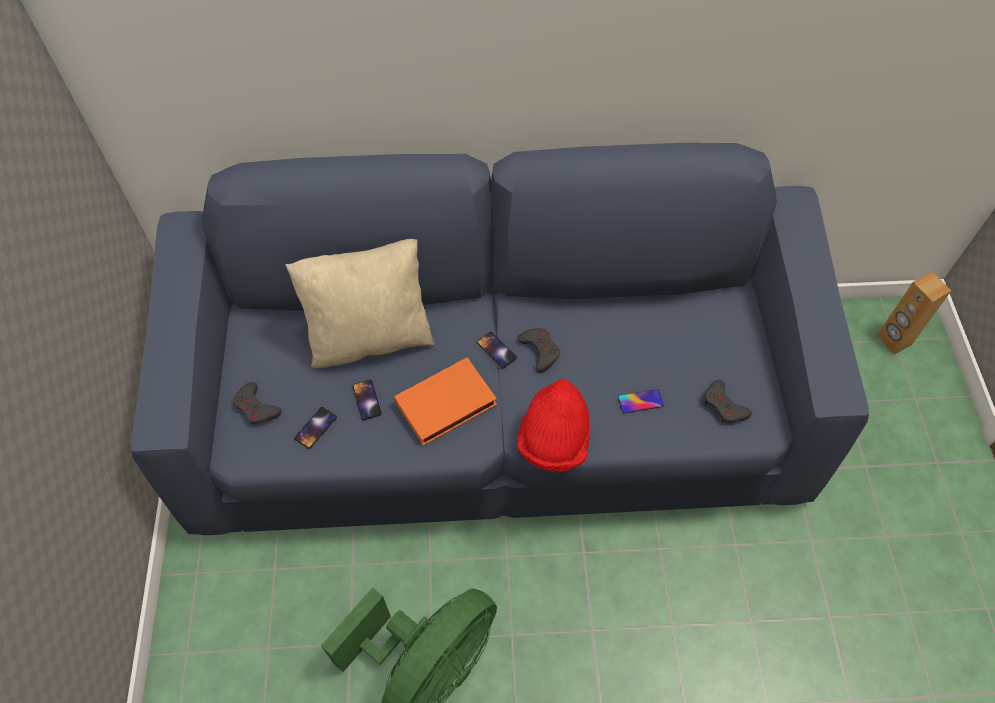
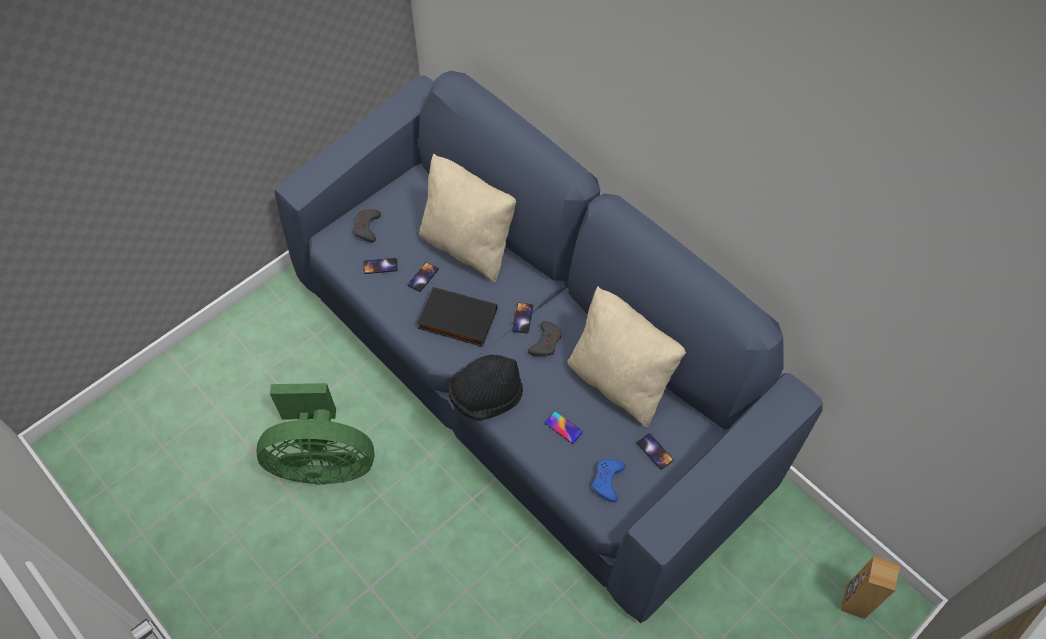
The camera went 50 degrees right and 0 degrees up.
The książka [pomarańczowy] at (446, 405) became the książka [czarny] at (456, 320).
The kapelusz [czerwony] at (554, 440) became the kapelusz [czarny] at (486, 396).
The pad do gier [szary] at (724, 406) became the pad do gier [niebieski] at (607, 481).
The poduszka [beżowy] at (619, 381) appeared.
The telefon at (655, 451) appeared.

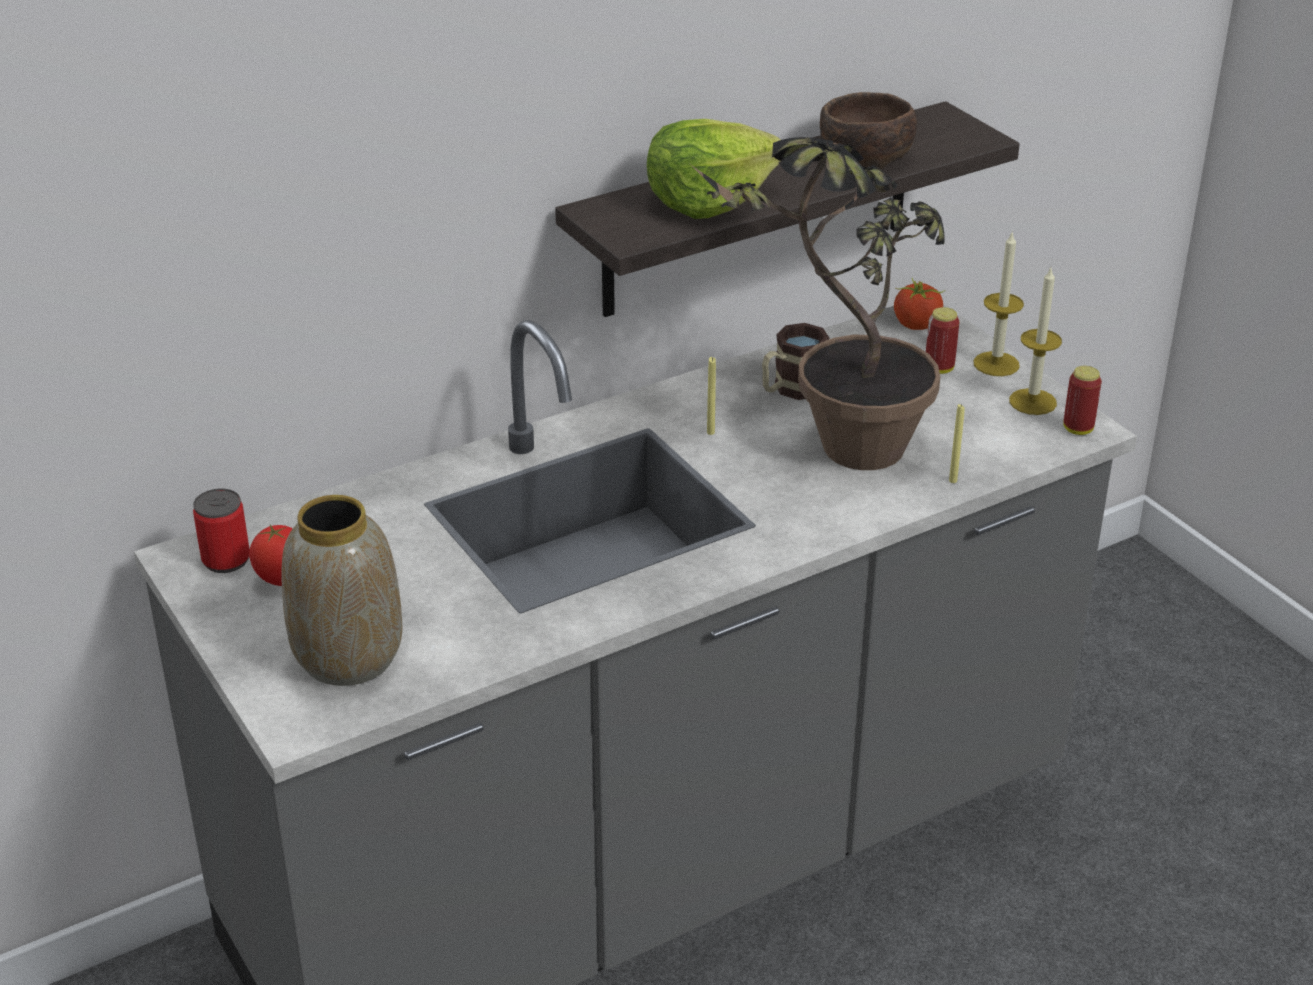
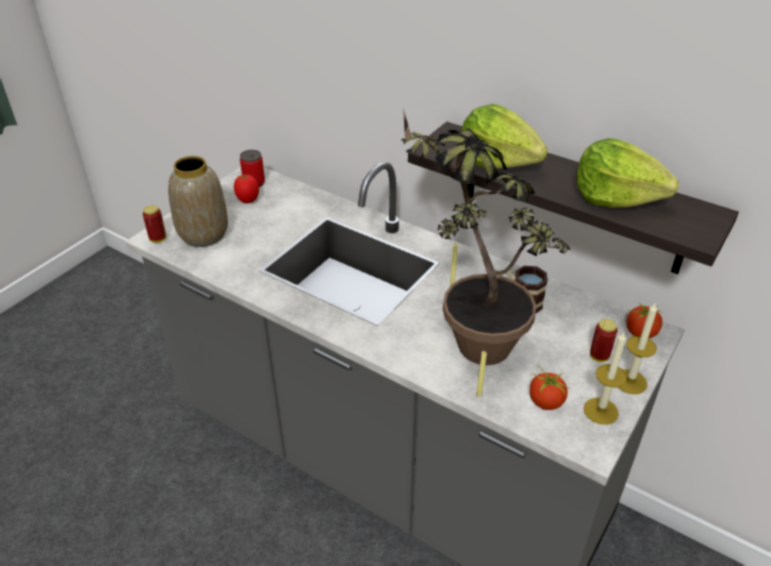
The camera went 65 degrees right and 5 degrees up.
The miska [brązowy] at (863, 155) was replaced by the sałata at (616, 197).
The puszka moved from (1078, 429) to (158, 239).
The pomidor at (545, 402) appeared.

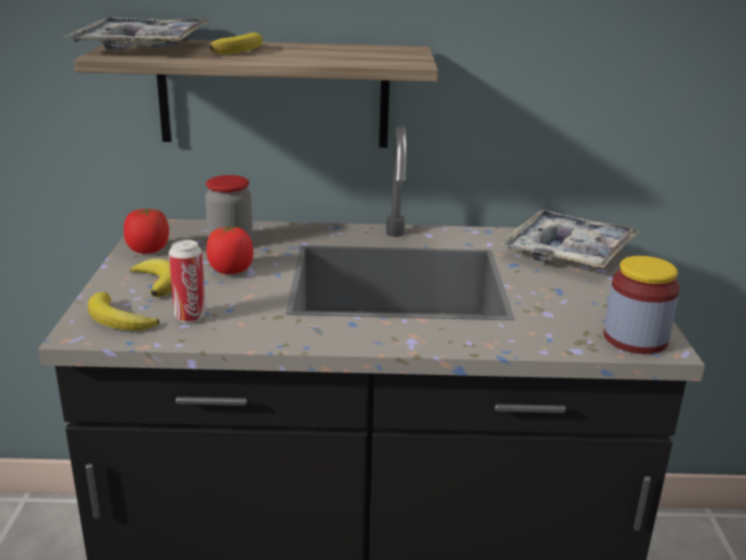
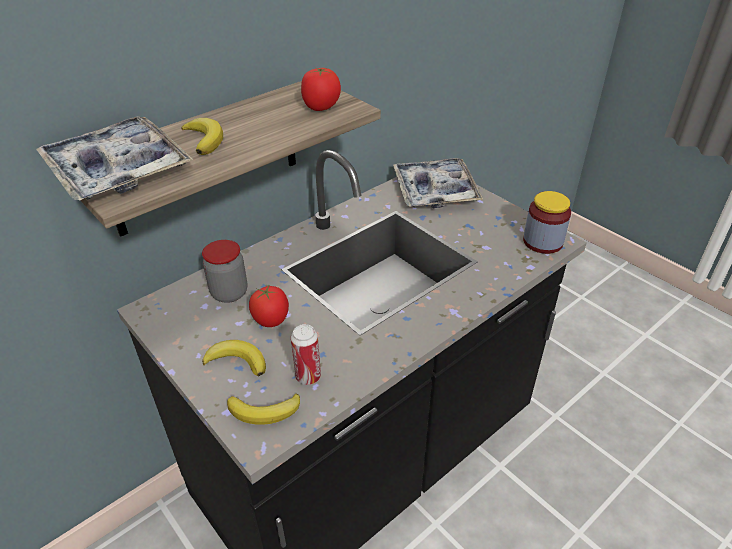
The camera went 40 degrees left and 15 degrees up.
The pomidor moved from (148, 250) to (321, 107).

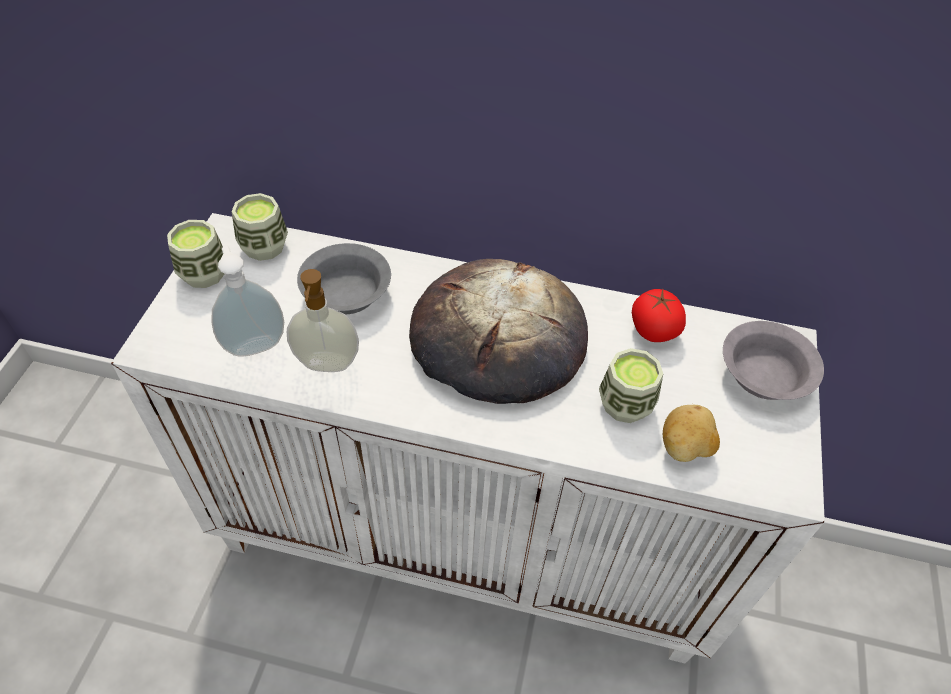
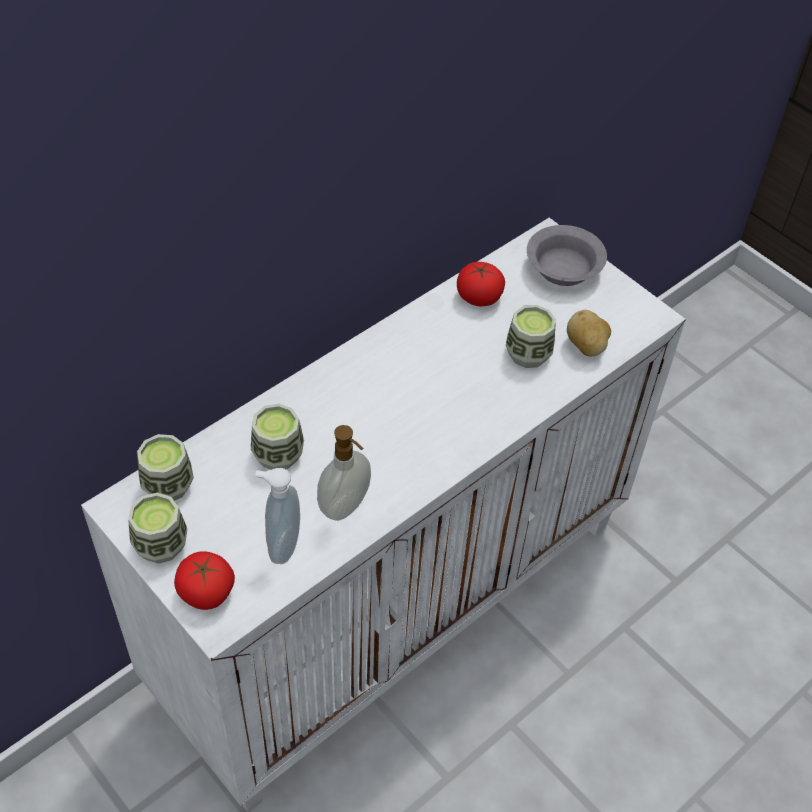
The camera went 55 degrees left and 0 degrees up.
The miska [szary] at (347, 292) was replaced by the filiżanka at (278, 454).
The chleb at (497, 338) disappeared.
The pomidor at (206, 592) appeared.

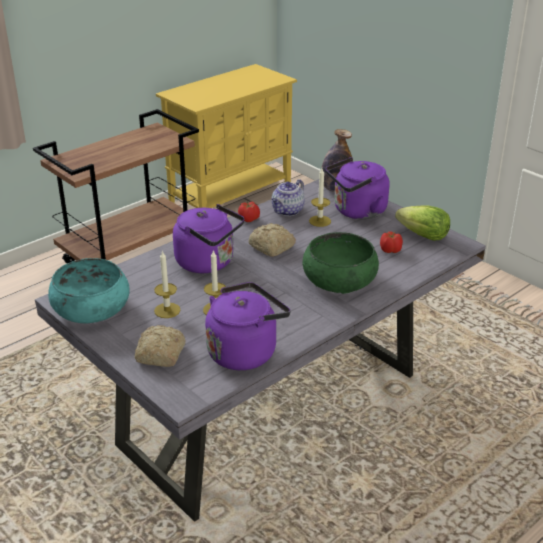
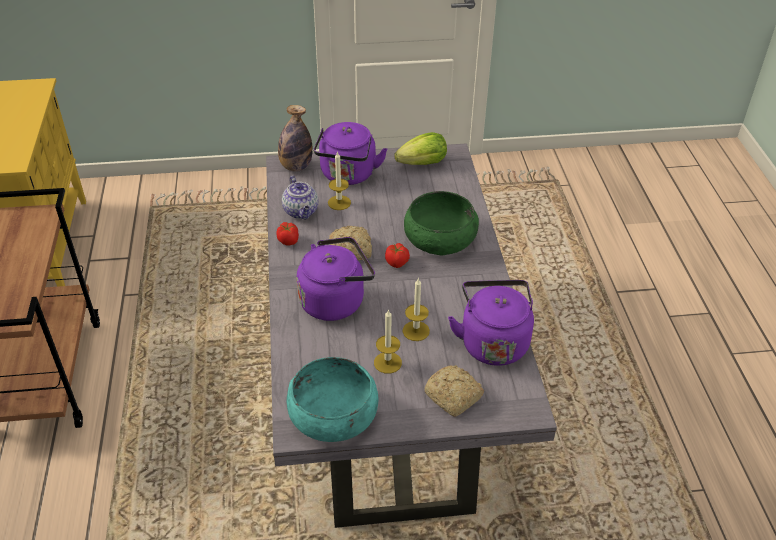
The camera went 55 degrees left and 10 degrees up.
The pomidor moved from (391, 250) to (397, 263).

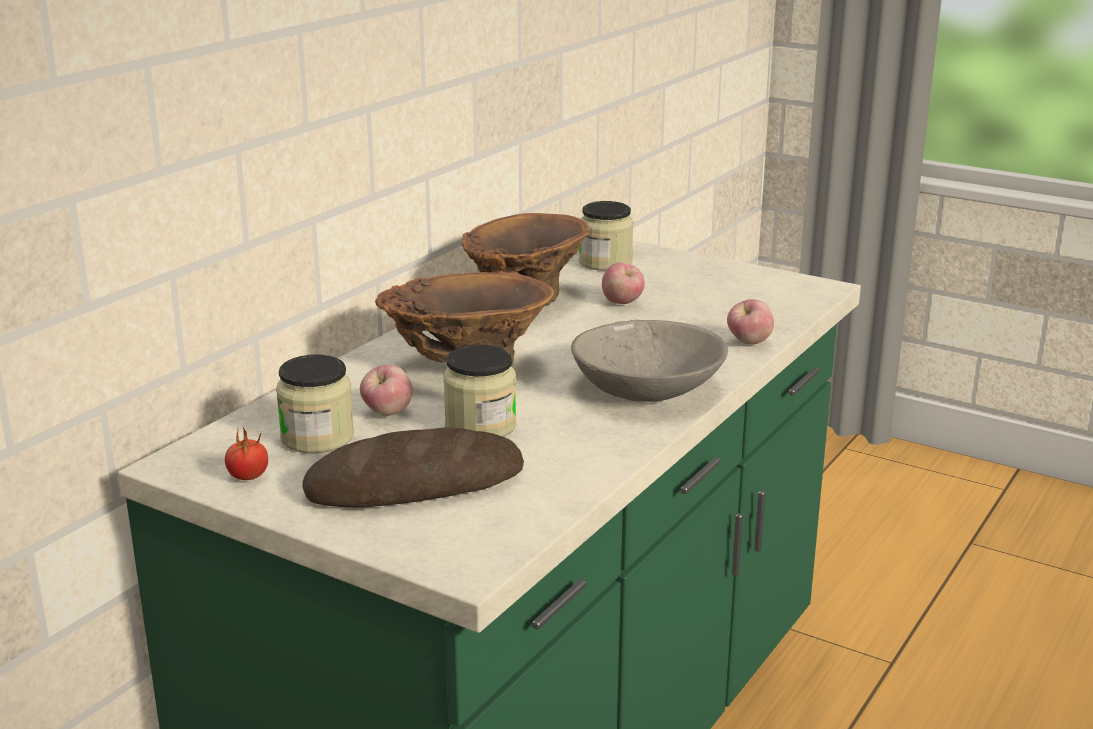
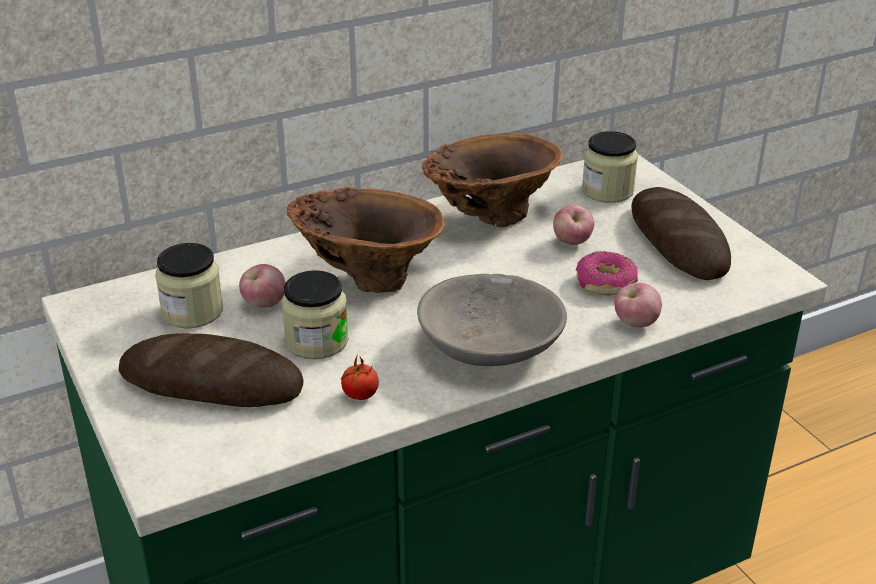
The camera went 30 degrees right and 10 degrees up.
The pomidor moved from (248, 477) to (360, 395).
The donut at (606, 283) appeared.
The chleb at (678, 241) appeared.

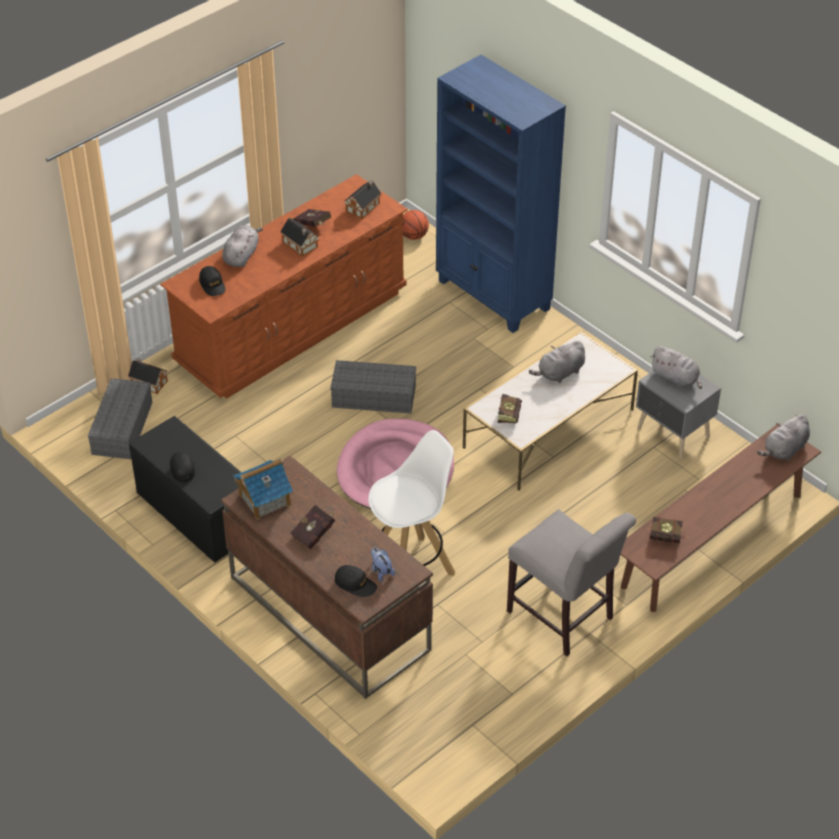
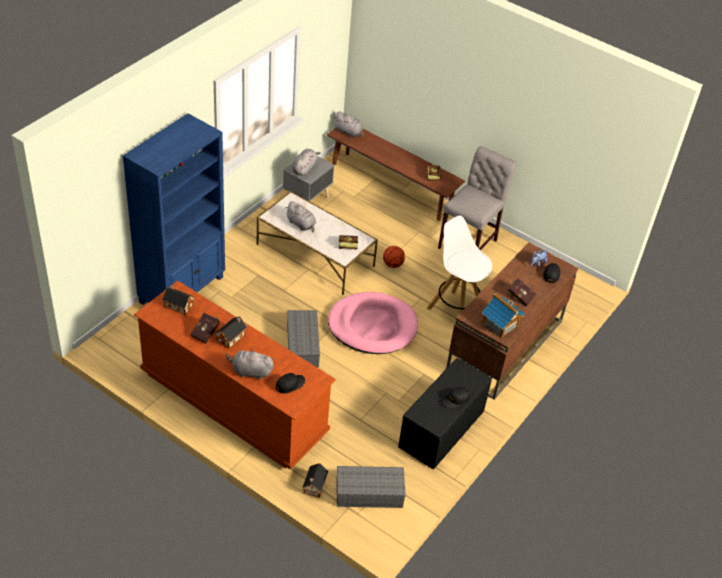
The camera went 105 degrees left and 0 degrees up.
The piłka do koszykówki moved from (414, 236) to (392, 264).

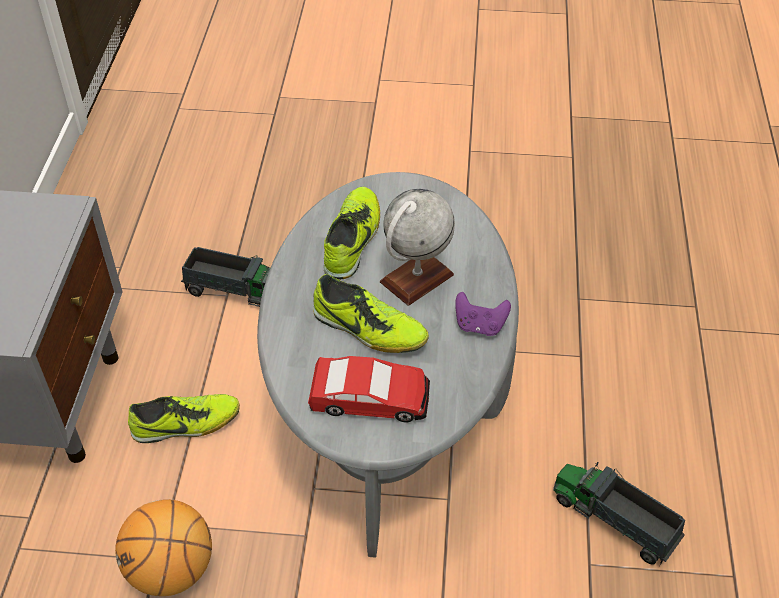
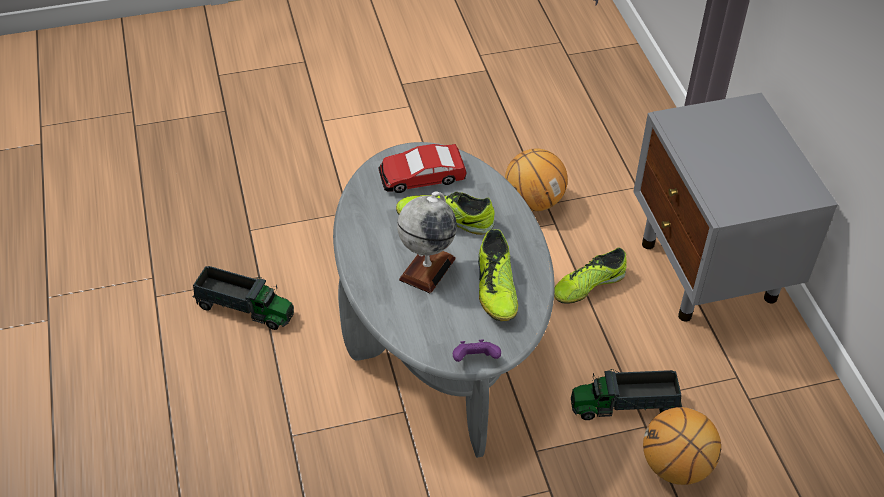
The camera went 160 degrees right and 0 degrees up.
The pad do gier [fioletowy] moved from (479, 326) to (475, 360).
The piłka do koszykówki at (675, 466) appeared.

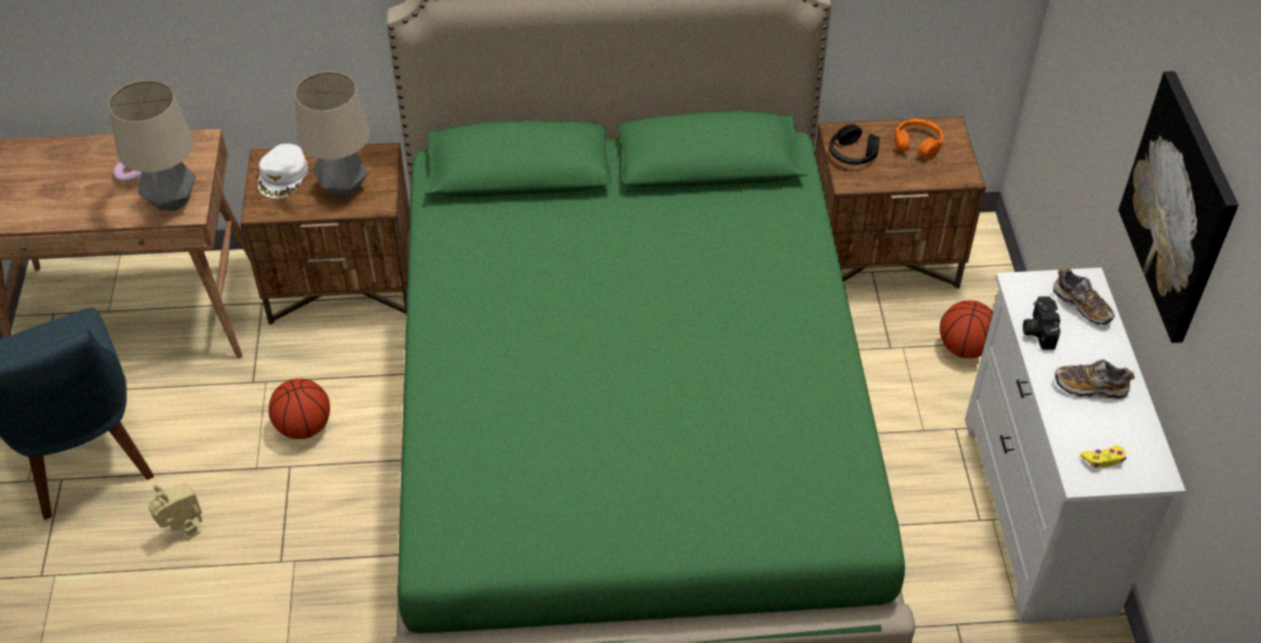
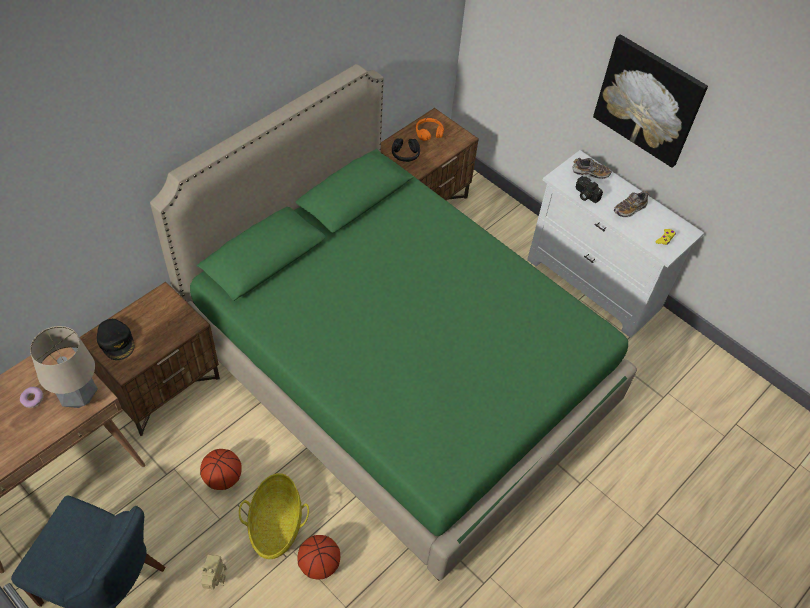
The camera went 45 degrees left and 5 degrees up.
The czapka z daszkiem [biały] at (283, 176) became the czapka z daszkiem [czarny] at (116, 341).
The lampa stołowa at (343, 187) disappeared.
The piłka do koszykówki moved from (964, 348) to (319, 565).
The koszyk at (276, 525) appeared.

